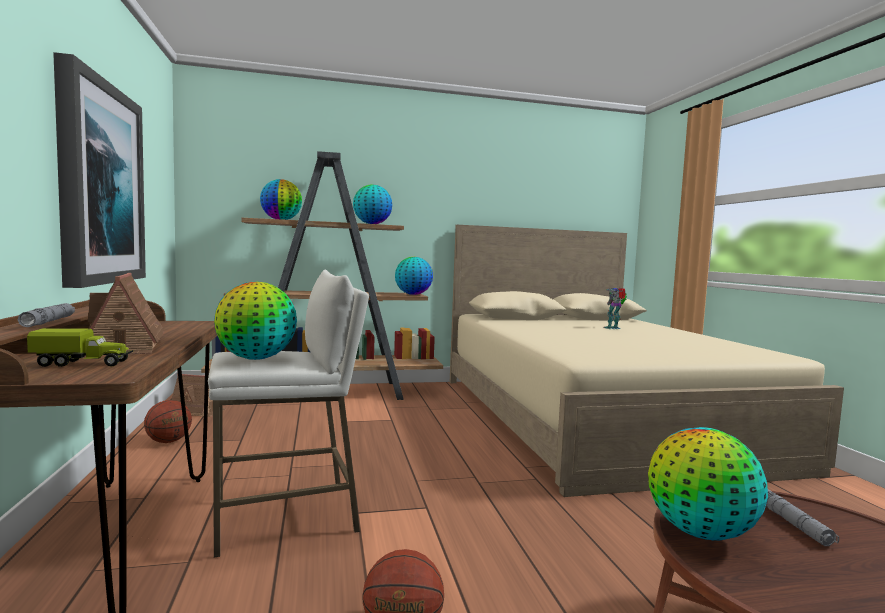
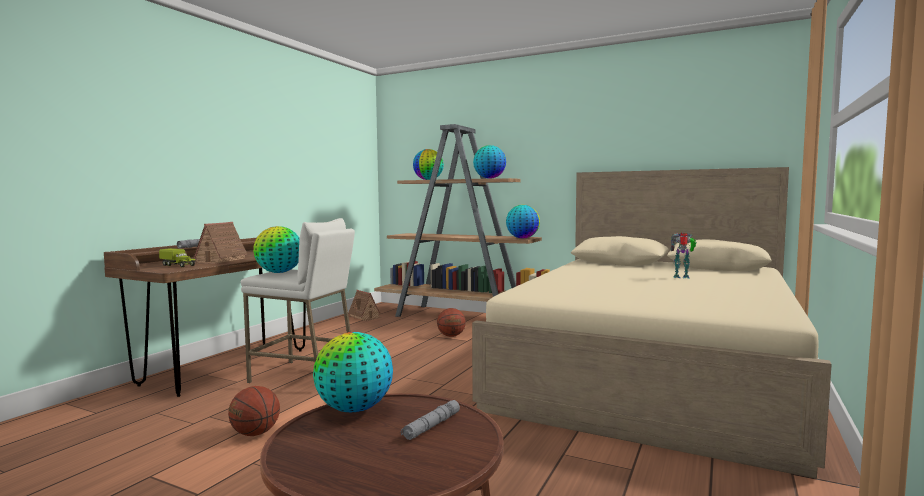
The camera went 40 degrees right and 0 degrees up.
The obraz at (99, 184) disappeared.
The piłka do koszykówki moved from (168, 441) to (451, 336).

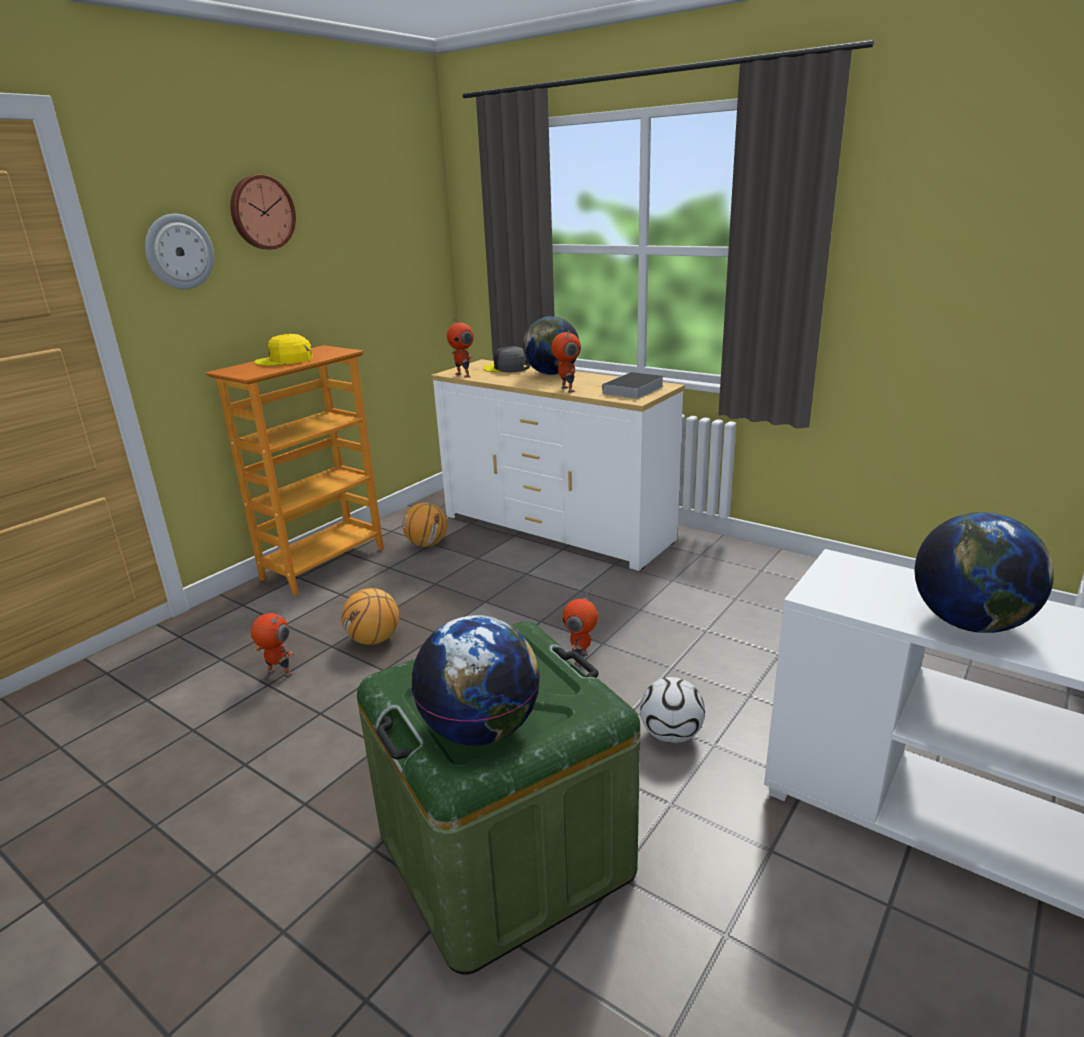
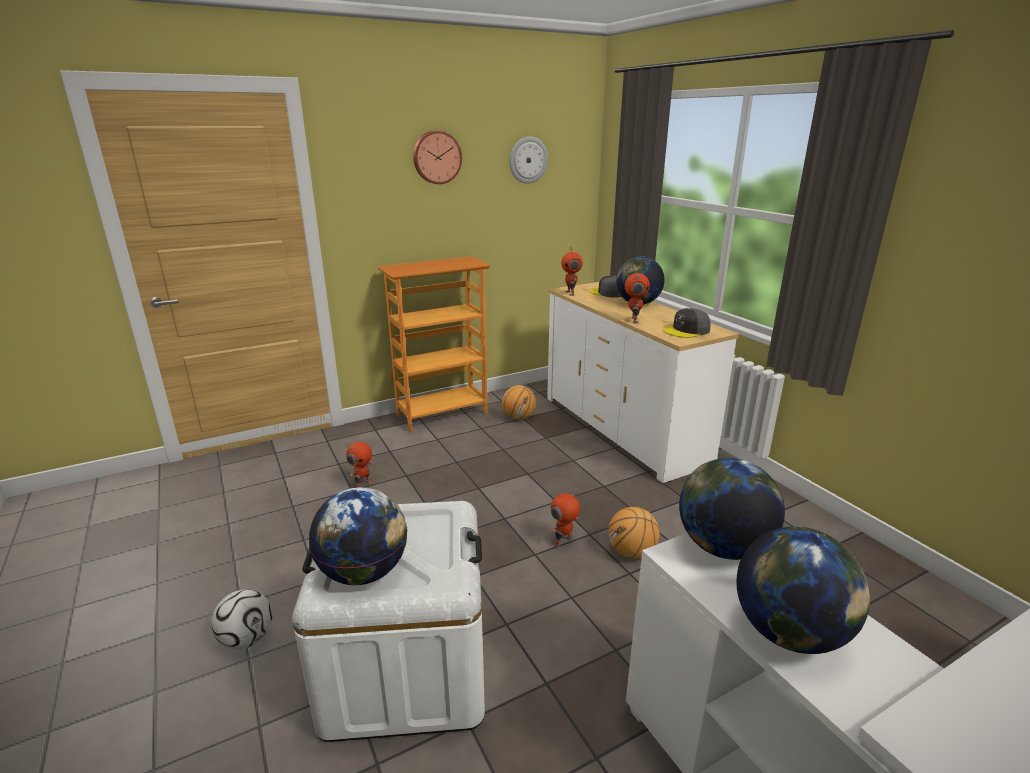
The camera went 25 degrees right and 0 degrees up.
The zegar ścienny moved from (179, 252) to (528, 160).
The robot zabawkowy at (279, 674) turned 75 degrees clockwise.
The czapka z daszkiem [żółty] at (285, 360) disappeared.
The piłka do koszykówki moved from (374, 640) to (632, 552).
The pojemnik do przechowywania [zielony] at (504, 853) became the pojemnik do przechowywania [biały] at (406, 668).
The książka at (633, 390) was replaced by the czapka z daszkiem [szary] at (687, 330).
The piłka futbolowa moved from (671, 735) to (247, 638).
The globus at (723, 548) appeared.

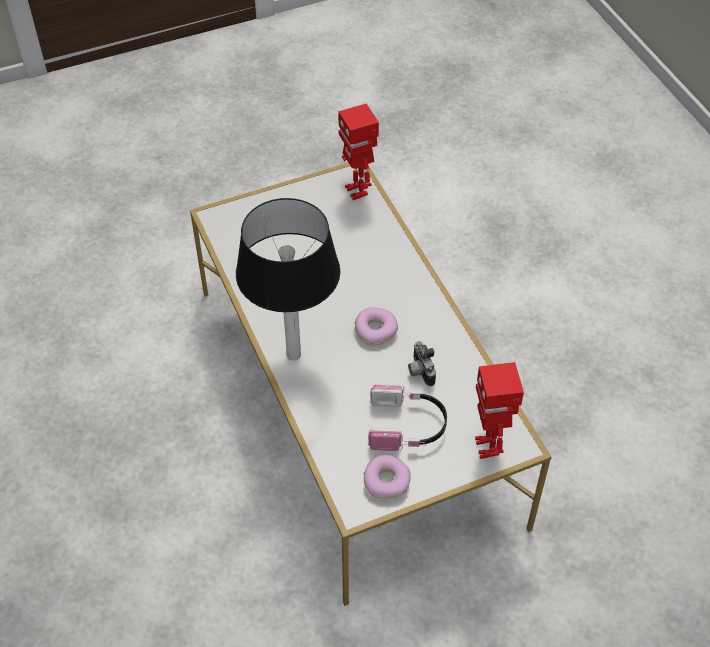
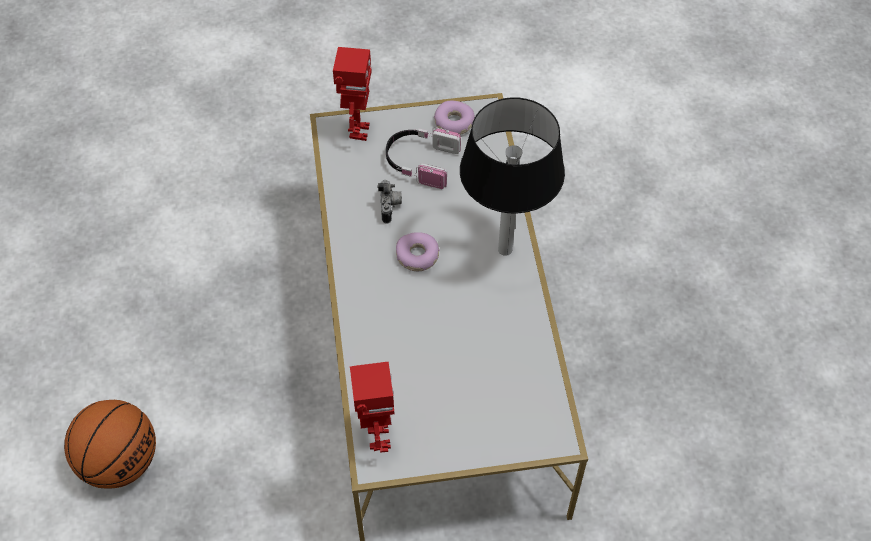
The camera went 165 degrees left and 5 degrees up.
The piłka do koszykówki at (120, 461) appeared.

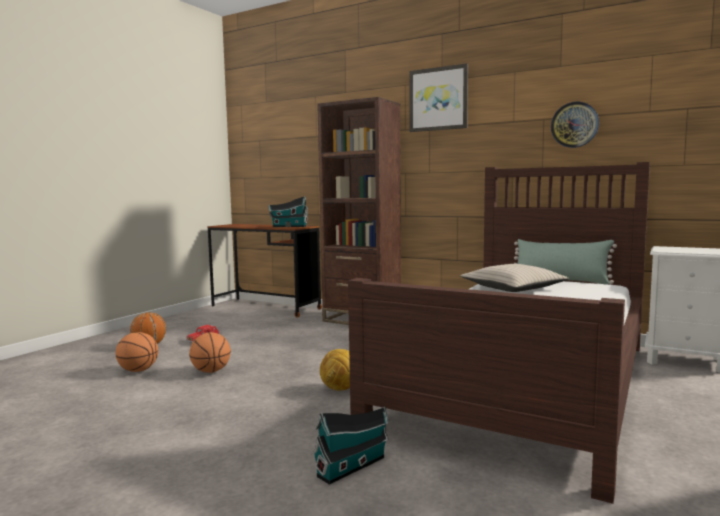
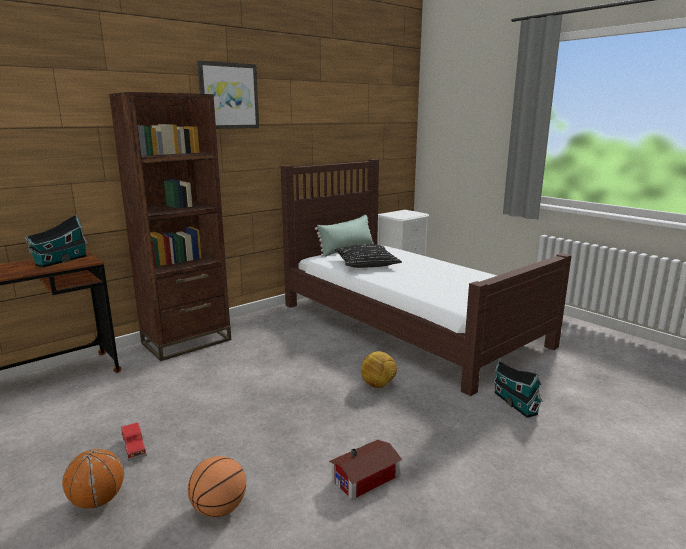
The camera went 70 degrees left and 10 degrees up.
The piłka do koszykówki at (211, 371) disappeared.
The poduszka [beżowy] at (513, 288) became the poduszka [czarny] at (366, 263).
The zegar ścienny at (574, 125) disappeared.
The domek at (367, 478) appeared.

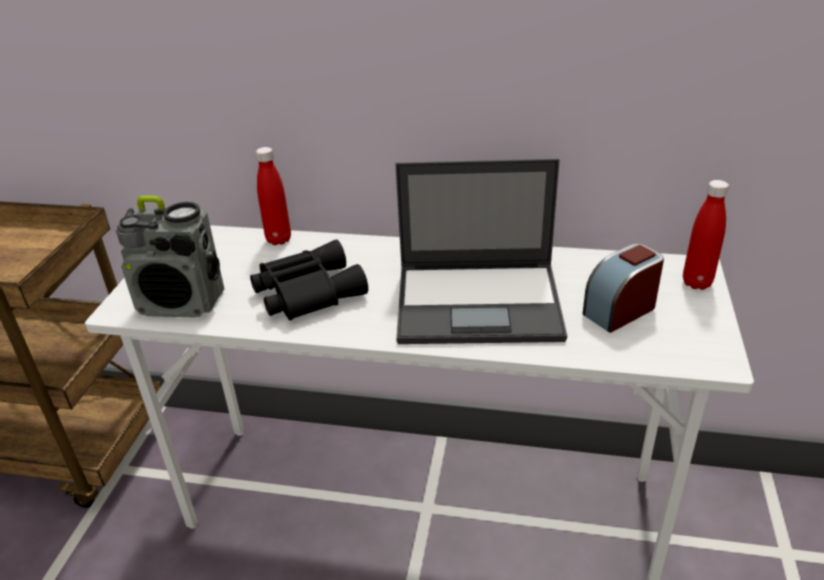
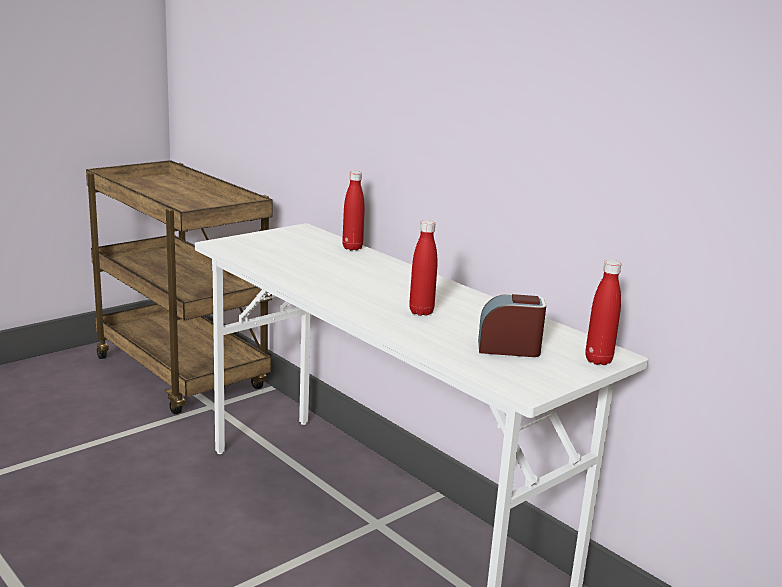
The camera went 35 degrees right and 15 degrees down.
The radio at (182, 303) disappeared.
The lornetka [czarny] at (306, 291) disappeared.
The laptop at (480, 303) was replaced by the butelka [czerwony] at (421, 312).

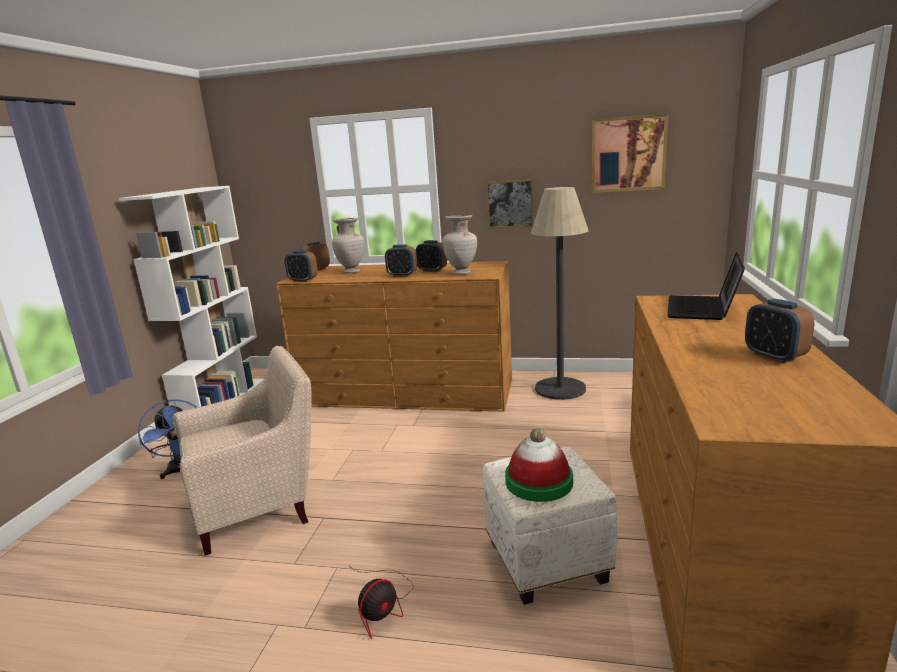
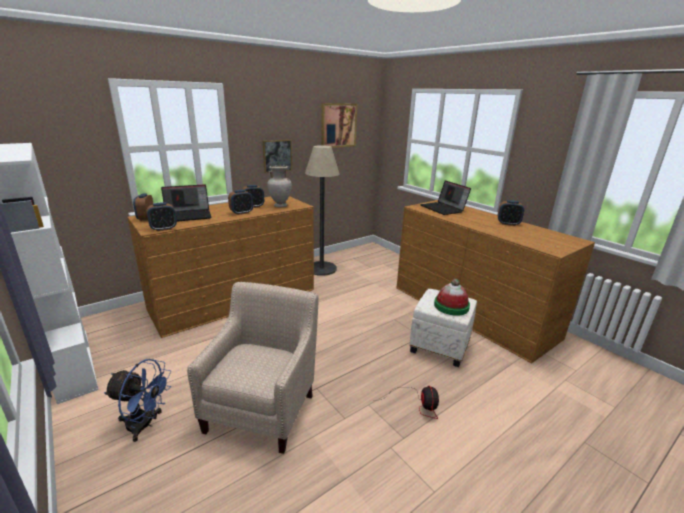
The camera went 50 degrees left and 5 degrees up.
The wazon [beżowy] at (352, 272) was replaced by the laptop at (189, 215).

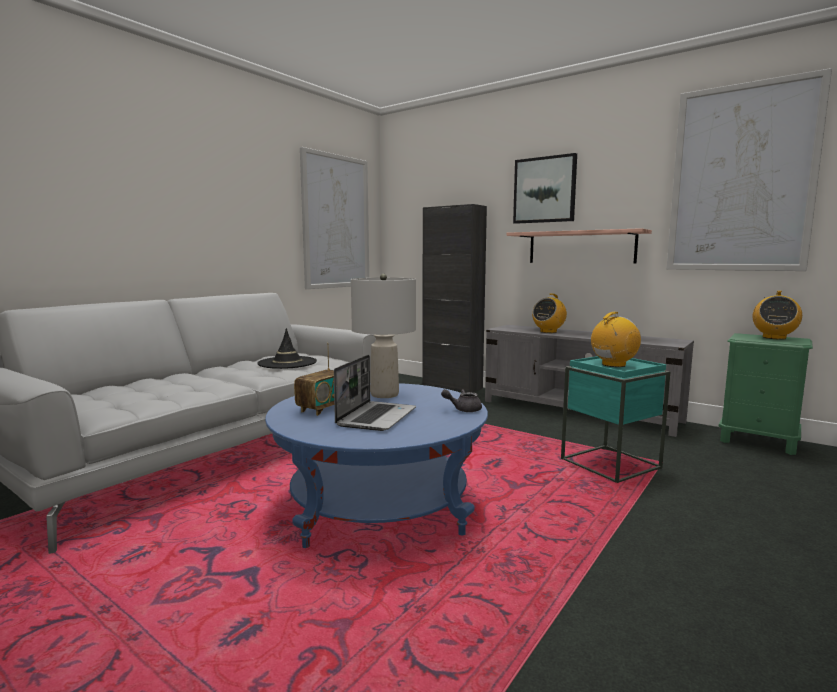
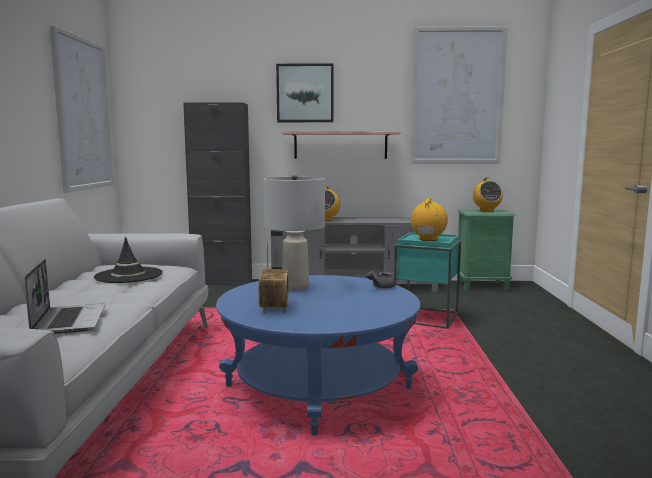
The camera went 35 degrees left and 0 degrees up.
The laptop moved from (376, 417) to (69, 320).

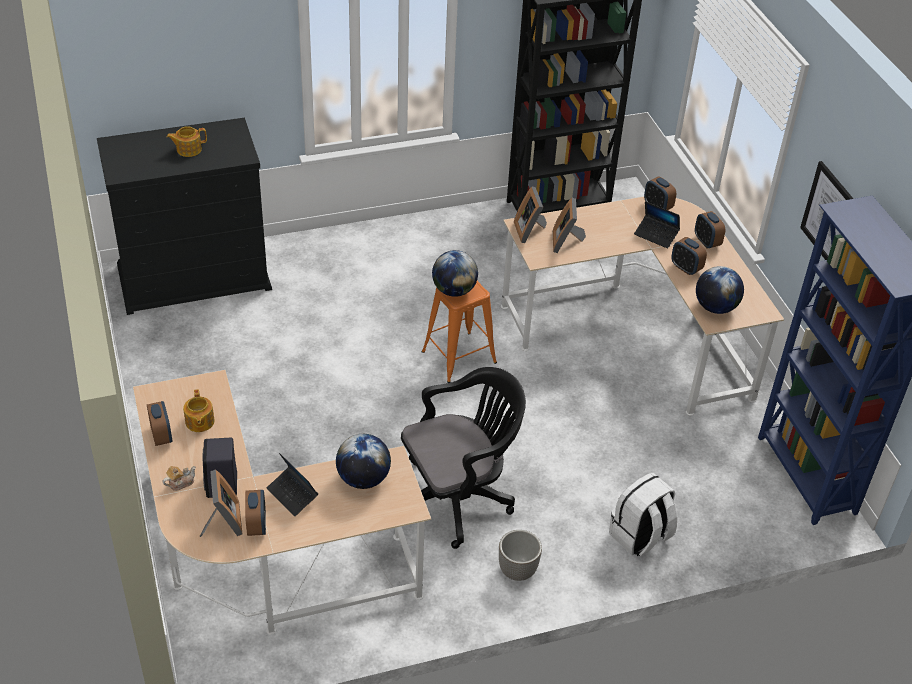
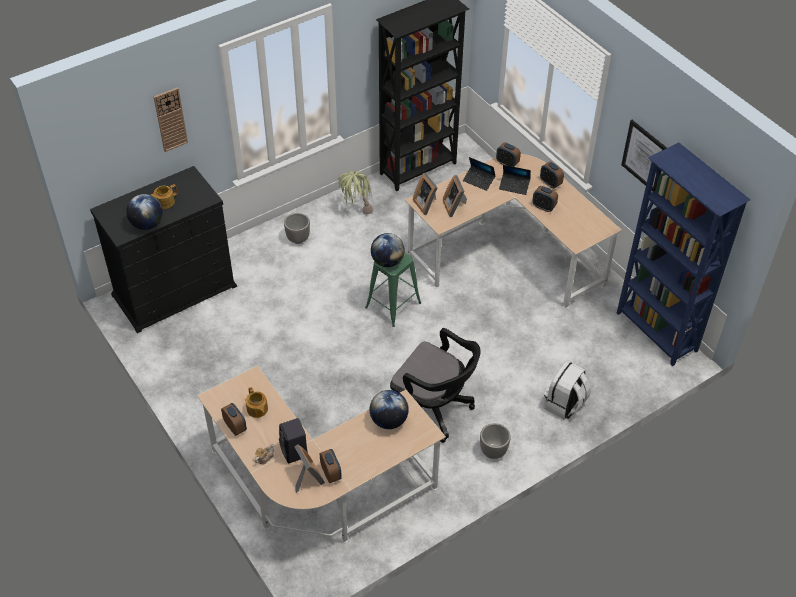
The camera went 15 degrees left and 5 degrees up.
The laptop moved from (292, 495) to (479, 180).
The krzesło biurowe [czarny] at (458, 497) turned 75 degrees clockwise.
The stołek [pomarańczowy] at (459, 357) became the stołek [zielony] at (393, 305).
The globus moved from (715, 307) to (147, 224).
The zegar ścienny at (170, 119) appeared.
The donica at (298, 239) appeared.
The roślina doniczkowa at (355, 211) appeared.

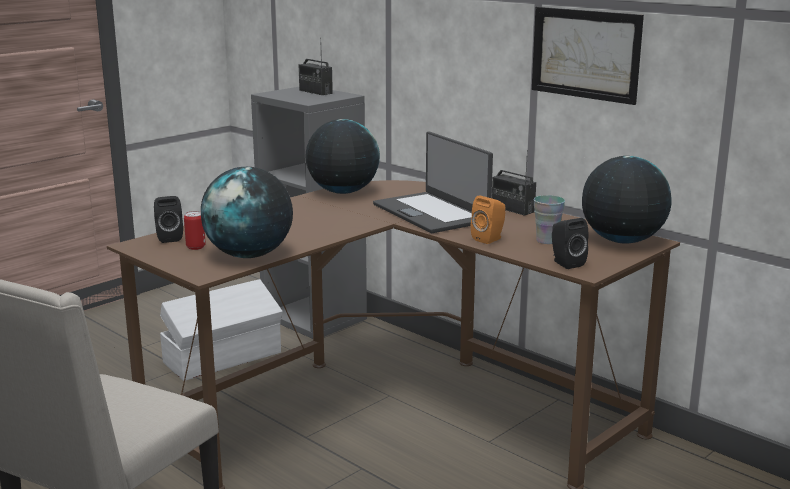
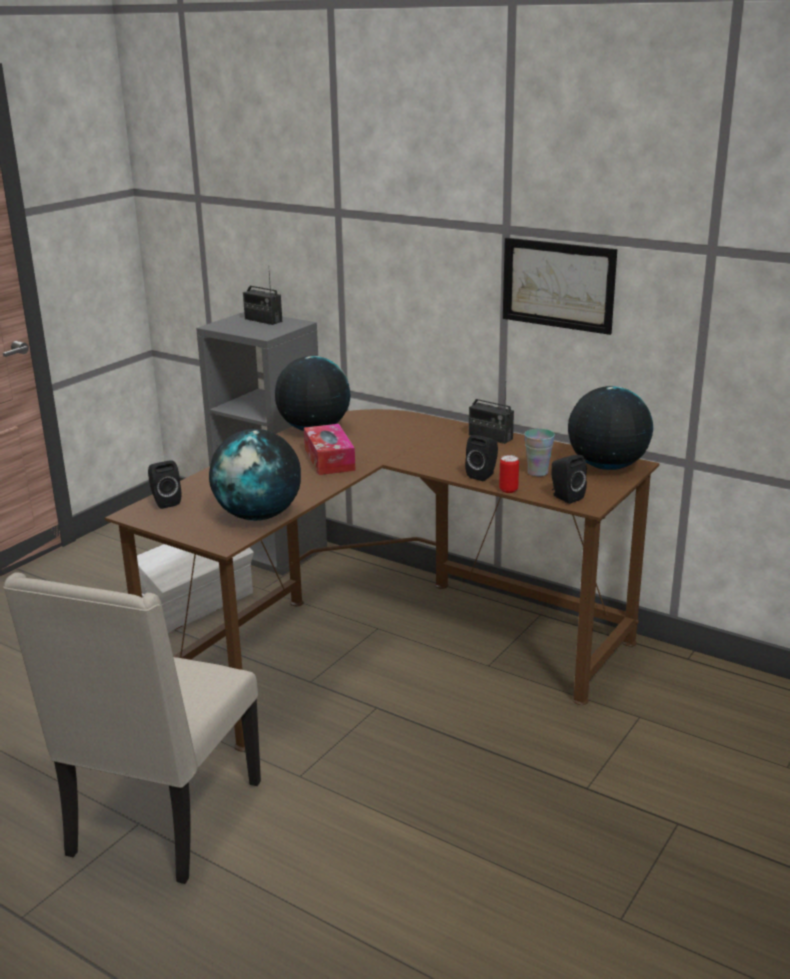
The camera went 10 degrees left and 5 degrees up.
The puszka moved from (195, 247) to (508, 490).
The laptop at (431, 213) disappeared.
The głośnik [pomarańczowy] at (489, 239) became the głośnik [czarny] at (483, 475).
The pudełko chusteczek at (329, 459) appeared.

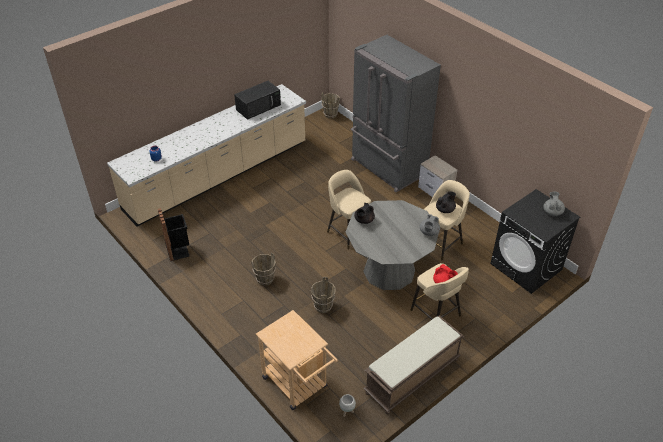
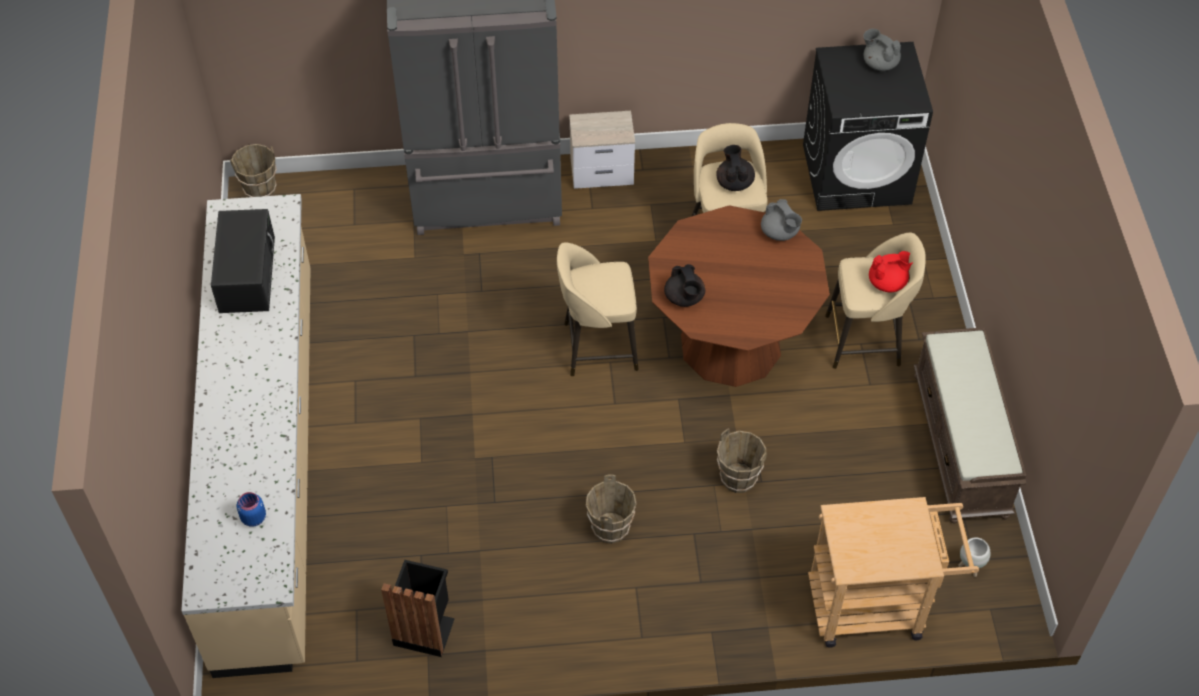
The camera went 55 degrees left and 10 degrees up.
The stół jadalny [szary] at (389, 271) became the stół jadalny [brązowy] at (730, 344).

